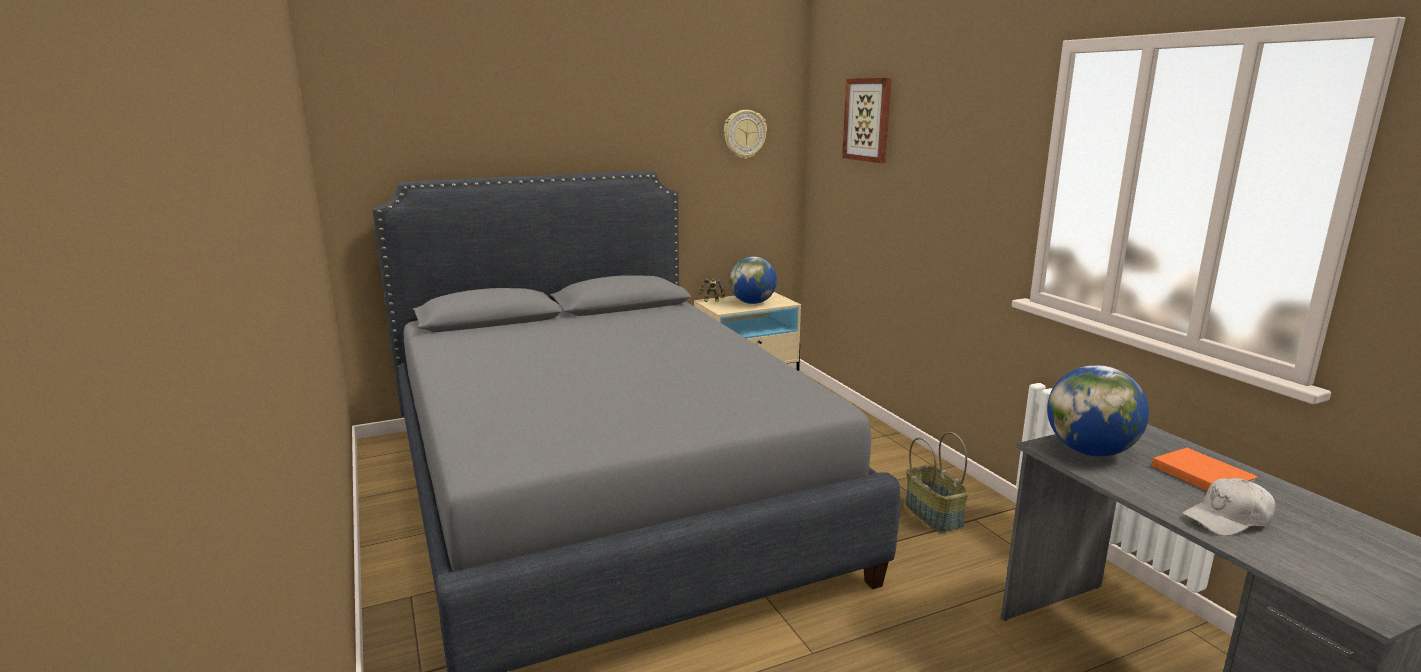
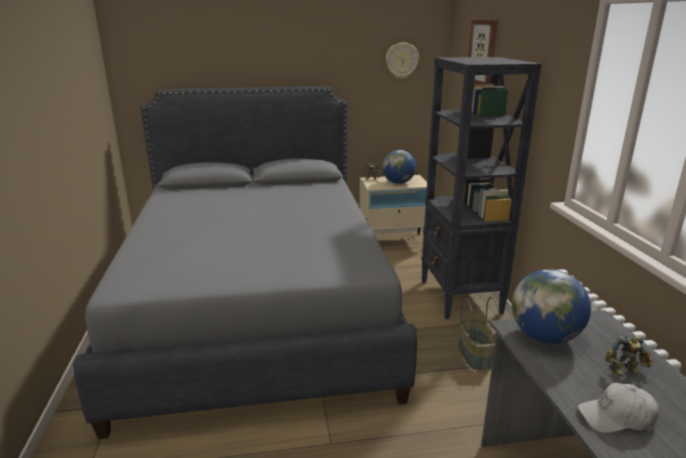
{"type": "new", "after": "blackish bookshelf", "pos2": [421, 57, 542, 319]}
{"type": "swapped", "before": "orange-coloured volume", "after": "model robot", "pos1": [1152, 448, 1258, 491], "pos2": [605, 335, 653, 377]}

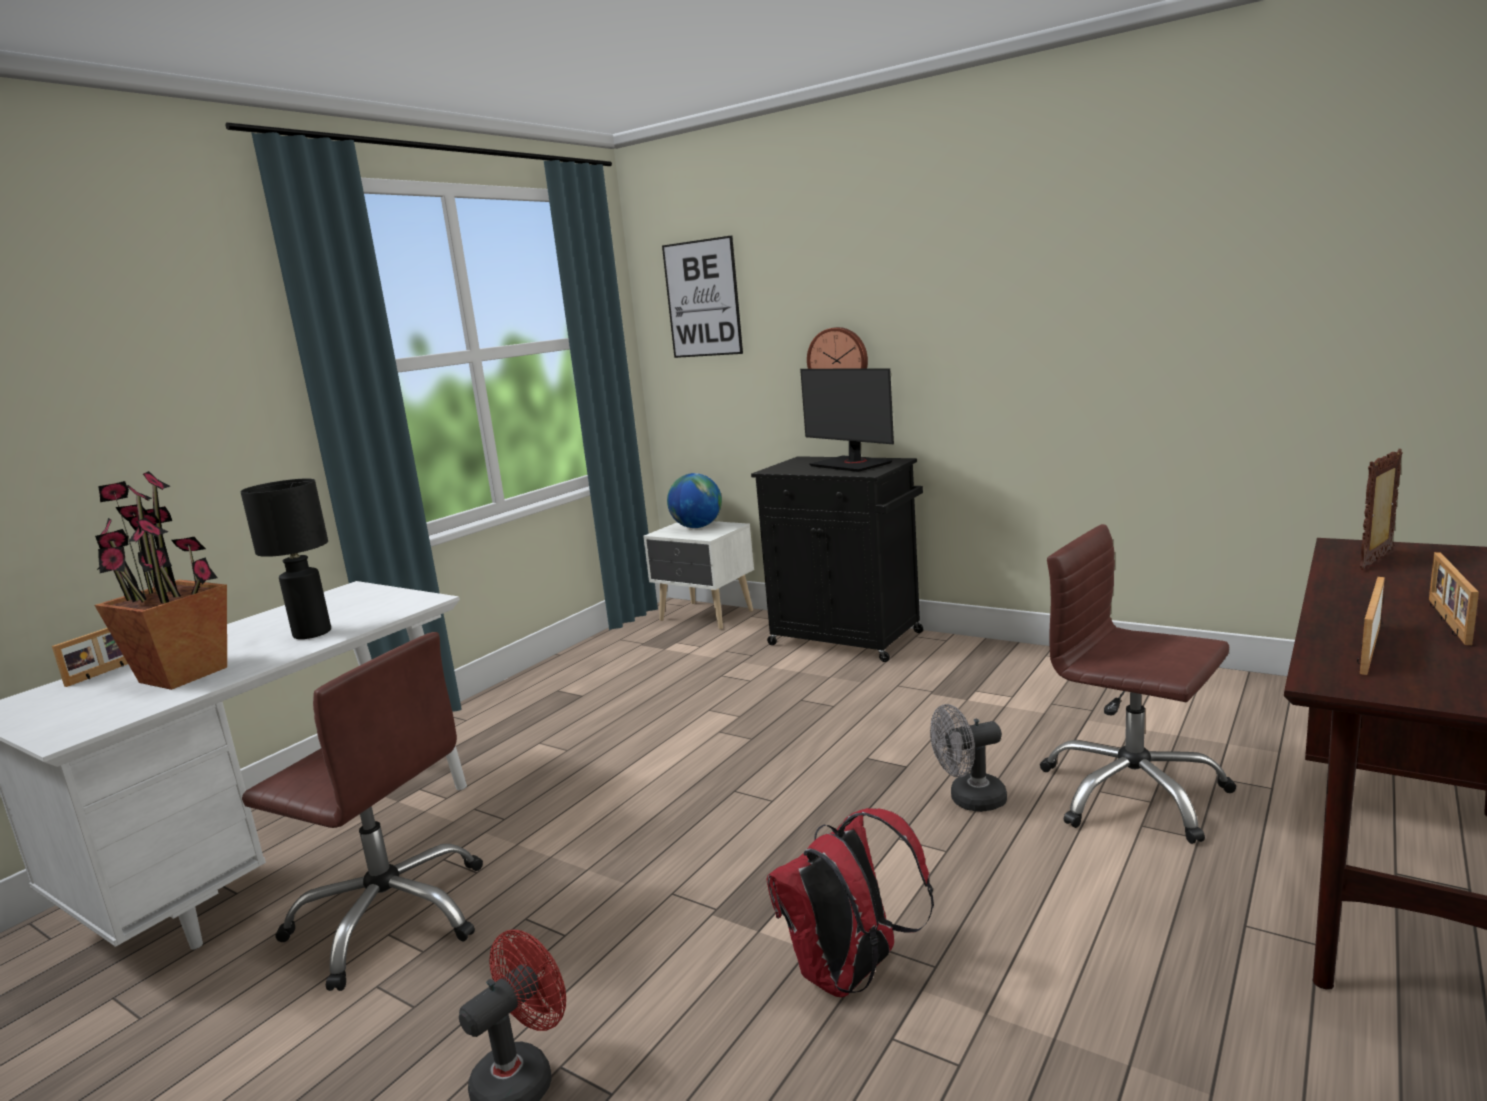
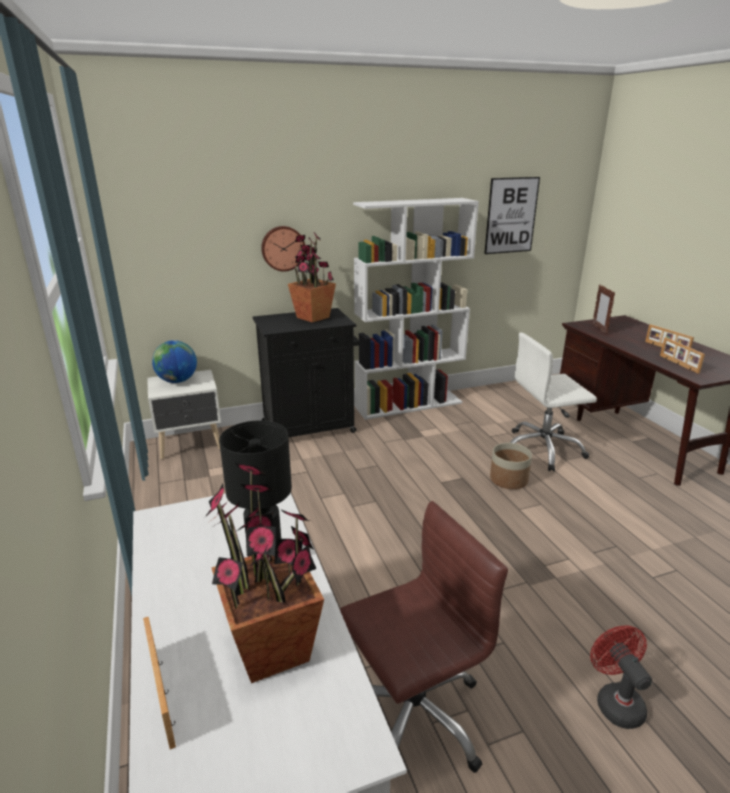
{"type": "swapped", "before": "computer screen", "after": "potted plant", "pos1": [800, 368, 894, 472], "pos2": [288, 232, 336, 323]}
{"type": "new", "after": "white-coloured bookshelf", "pos2": [353, 198, 479, 420]}
{"type": "shifted", "before": "wall picture", "pos1": [662, 235, 743, 358], "pos2": [484, 177, 540, 254]}
{"type": "swapped", "before": "greyish fan", "after": "flower pot", "pos1": [930, 704, 1007, 812], "pos2": [490, 443, 532, 489]}
{"type": "repainted", "before": "brownish desk chair", "after": "white-coloured desk chair", "pos1": [1040, 524, 1236, 844], "pos2": [510, 333, 597, 472]}
{"type": "gone", "before": "reddish rucksack", "pos1": [767, 808, 934, 997]}

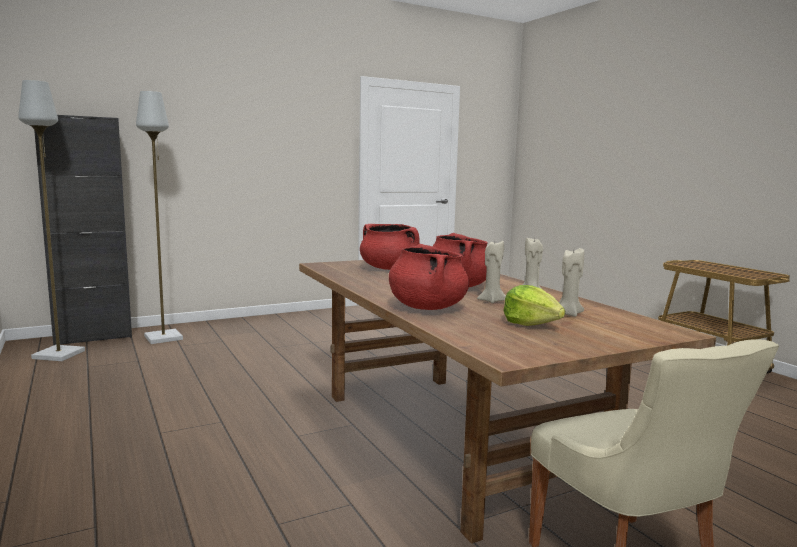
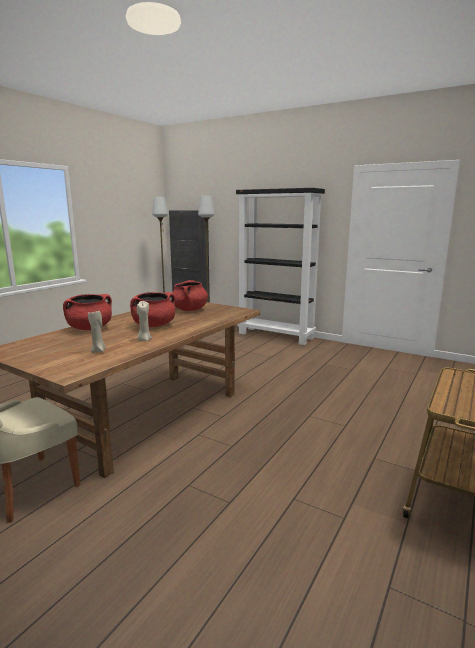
{"type": "new", "after": "blackish bookshelf", "pos2": [236, 188, 325, 345]}
{"type": "gone", "before": "beige-coloured candle", "pos1": [477, 241, 506, 303]}
{"type": "gone", "before": "lettuce", "pos1": [503, 285, 565, 326]}

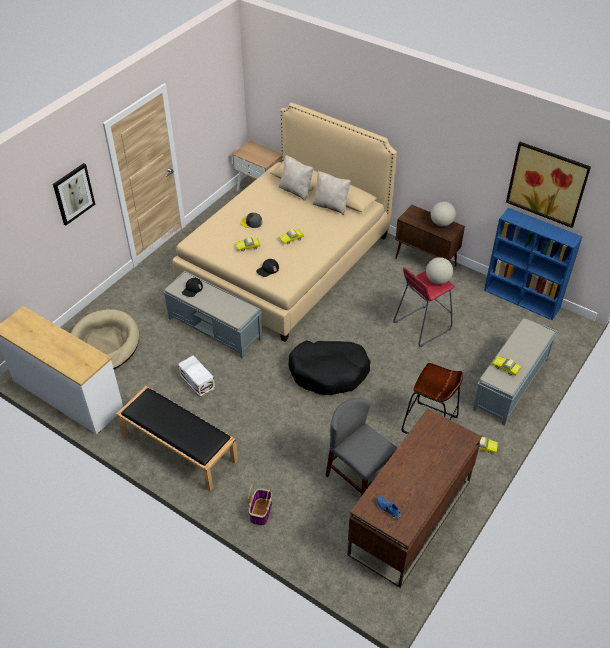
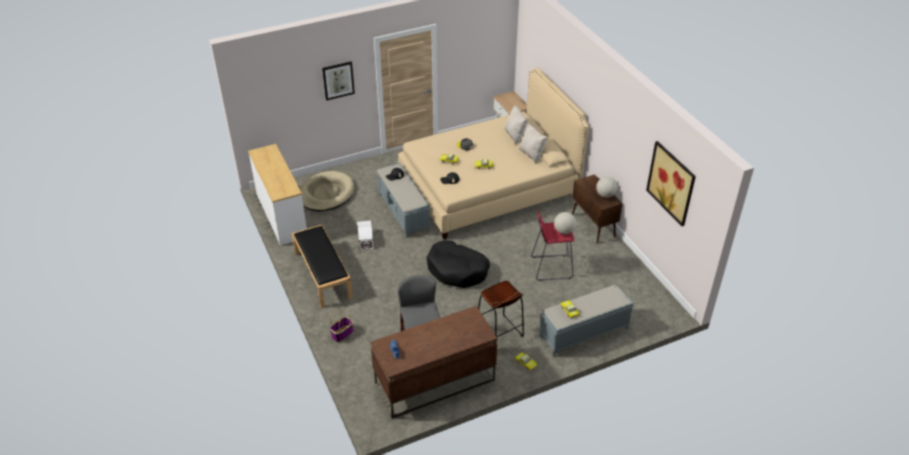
{"type": "gone", "before": "bluish bookshelf", "pos1": [484, 208, 583, 320]}

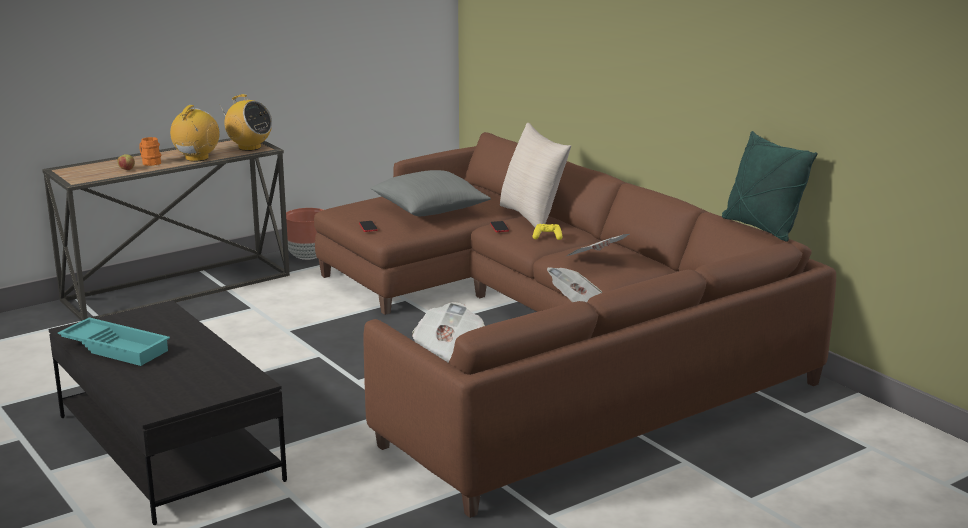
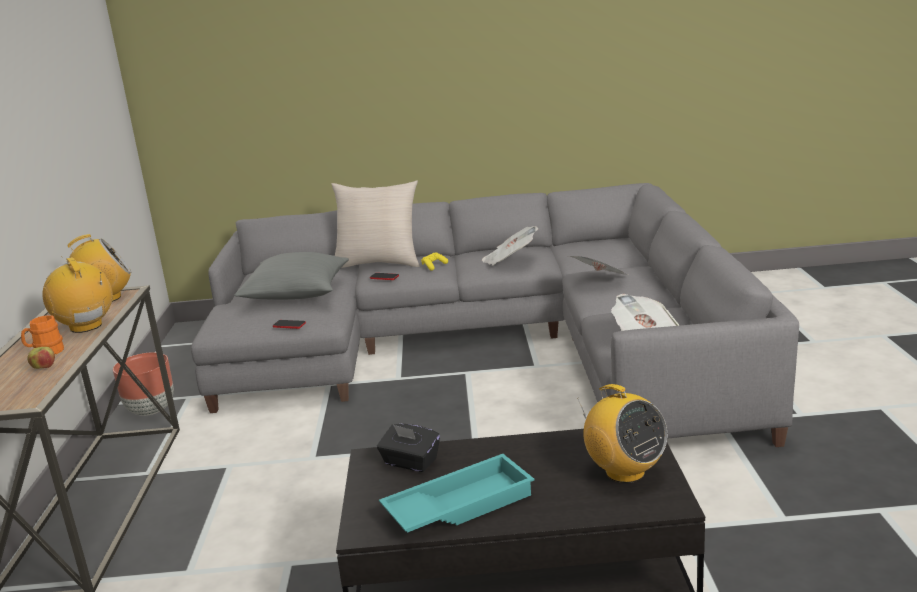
{"type": "repainted", "before": "brownish couch", "after": "greyish couch", "pos1": [314, 132, 836, 518], "pos2": [191, 183, 799, 447]}
{"type": "new", "after": "blackish tissue holder", "pos2": [377, 424, 440, 472]}
{"type": "new", "after": "radio", "pos2": [577, 384, 667, 483]}
{"type": "gone", "before": "green cushion", "pos1": [722, 131, 817, 242]}

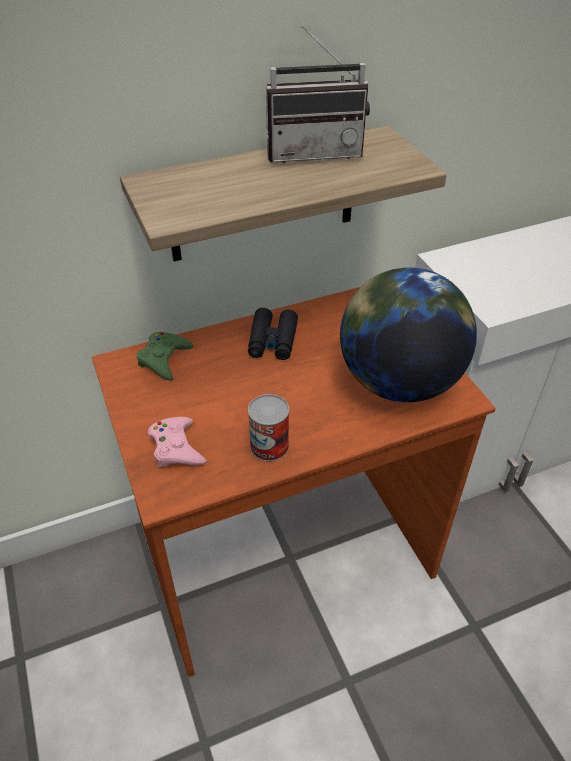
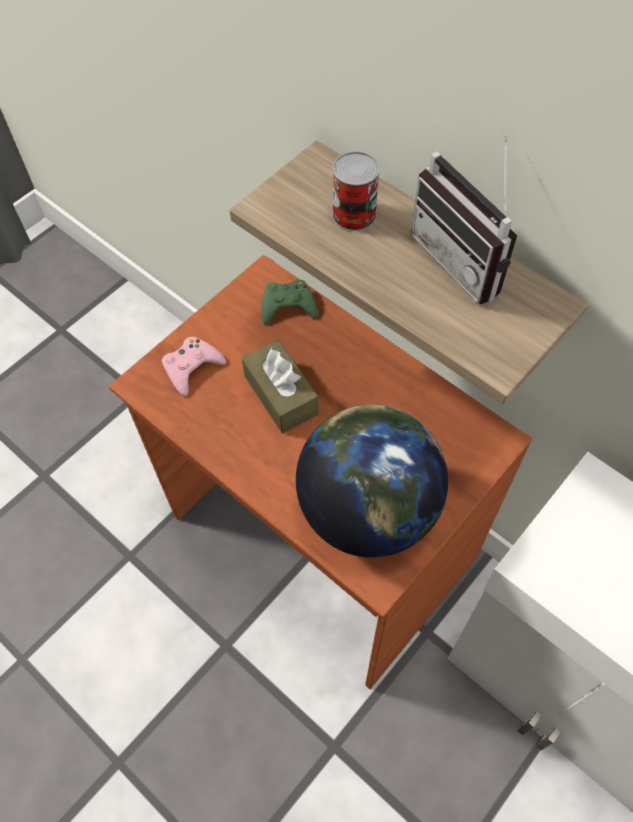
{"type": "new", "after": "brownish tissue holder", "pos2": [242, 340, 319, 433]}
{"type": "shifted", "before": "can", "pos1": [248, 394, 289, 461], "pos2": [332, 151, 380, 231]}
{"type": "gone", "before": "blackish binoculars", "pos1": [248, 308, 298, 360]}

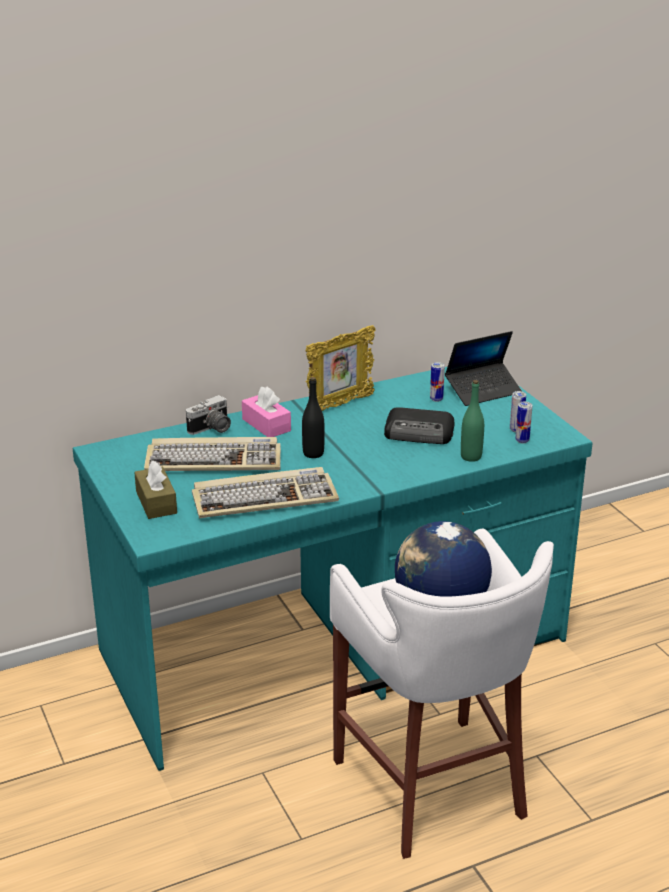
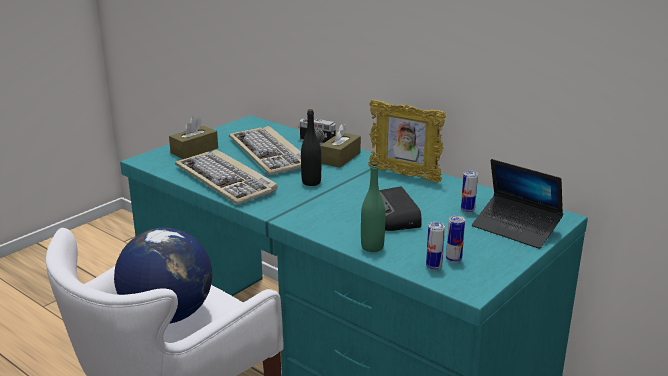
{"type": "repainted", "before": "pink tissue holder", "after": "brownish tissue holder", "pos1": [242, 386, 291, 437], "pos2": [320, 123, 361, 168]}

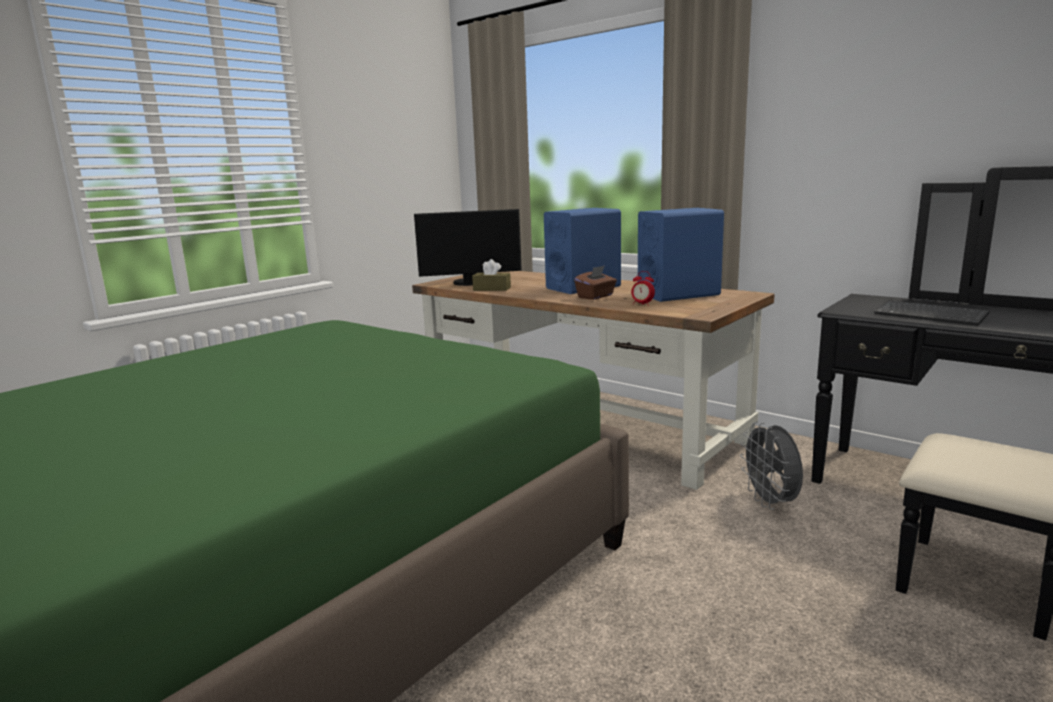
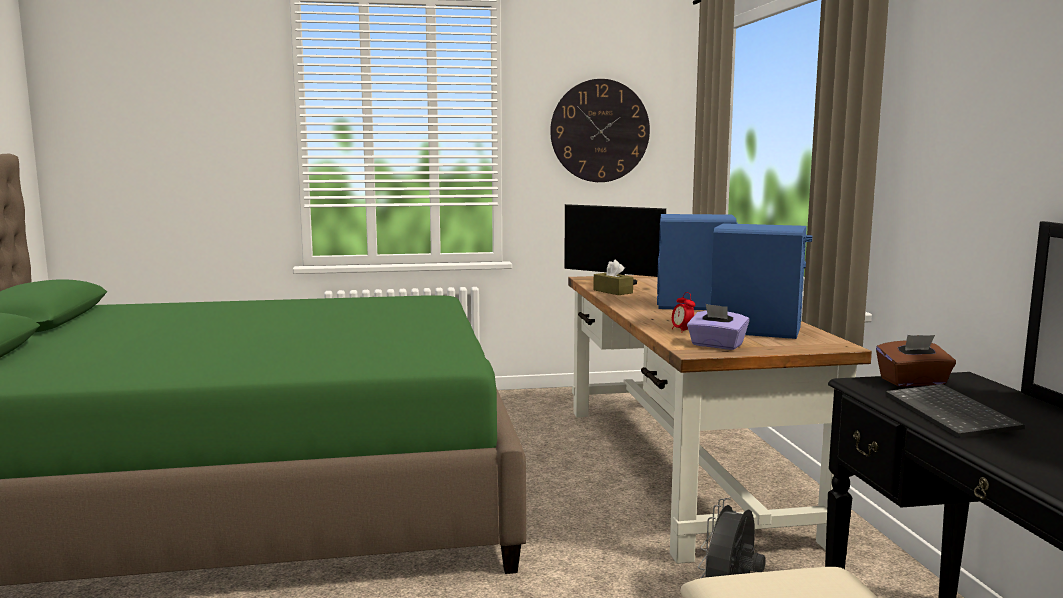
{"type": "new", "after": "hanging clock", "pos2": [550, 79, 650, 182]}
{"type": "new", "after": "purple-coloured tissue holder", "pos2": [687, 304, 749, 350]}
{"type": "shifted", "before": "brownish tissue holder", "pos1": [574, 265, 617, 300], "pos2": [876, 335, 956, 387]}

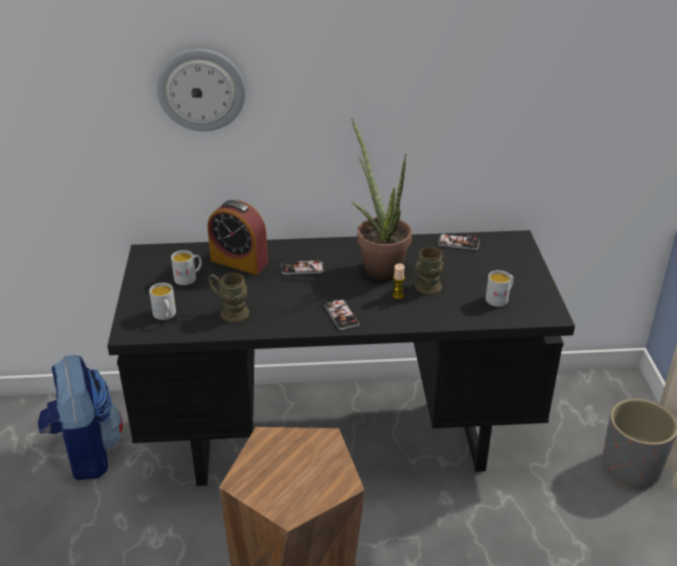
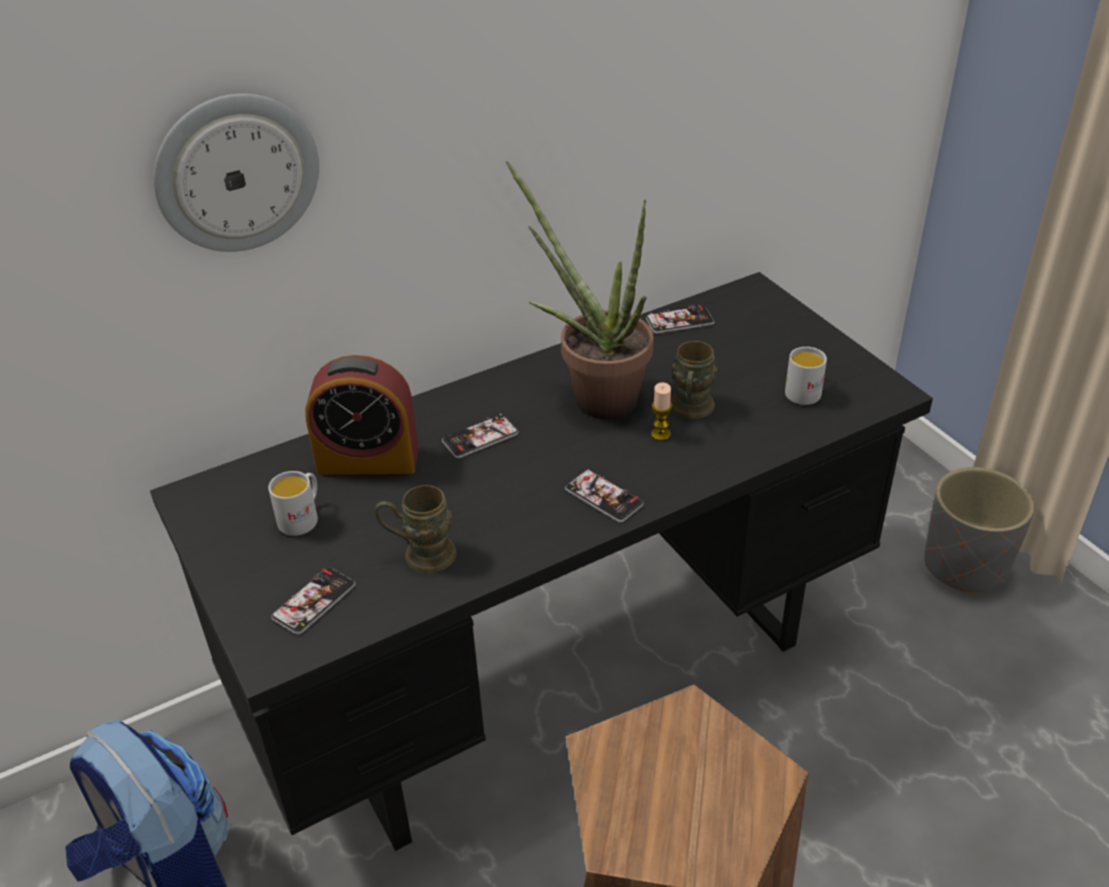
{"type": "swapped", "before": "white-coloured mug", "after": "phone", "pos1": [149, 283, 176, 320], "pos2": [271, 568, 356, 635]}

